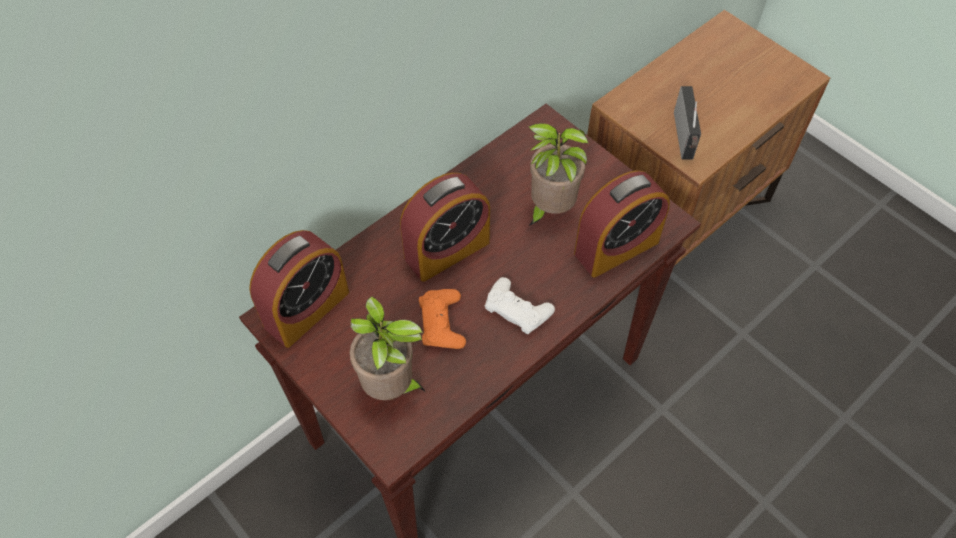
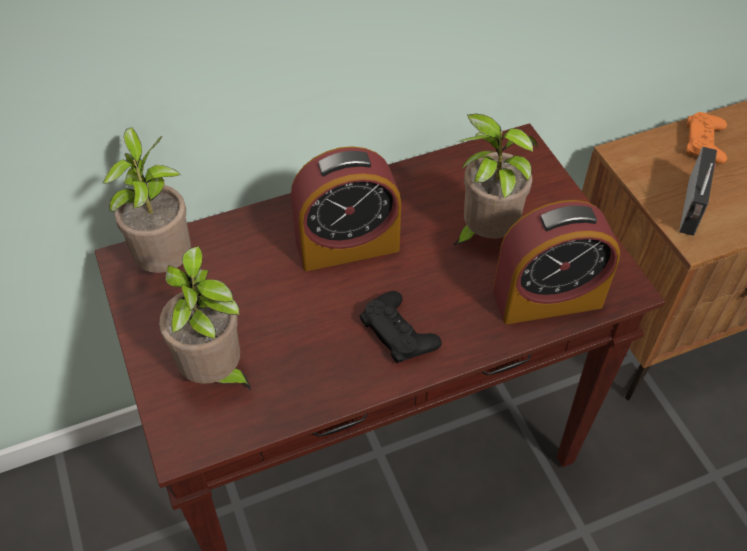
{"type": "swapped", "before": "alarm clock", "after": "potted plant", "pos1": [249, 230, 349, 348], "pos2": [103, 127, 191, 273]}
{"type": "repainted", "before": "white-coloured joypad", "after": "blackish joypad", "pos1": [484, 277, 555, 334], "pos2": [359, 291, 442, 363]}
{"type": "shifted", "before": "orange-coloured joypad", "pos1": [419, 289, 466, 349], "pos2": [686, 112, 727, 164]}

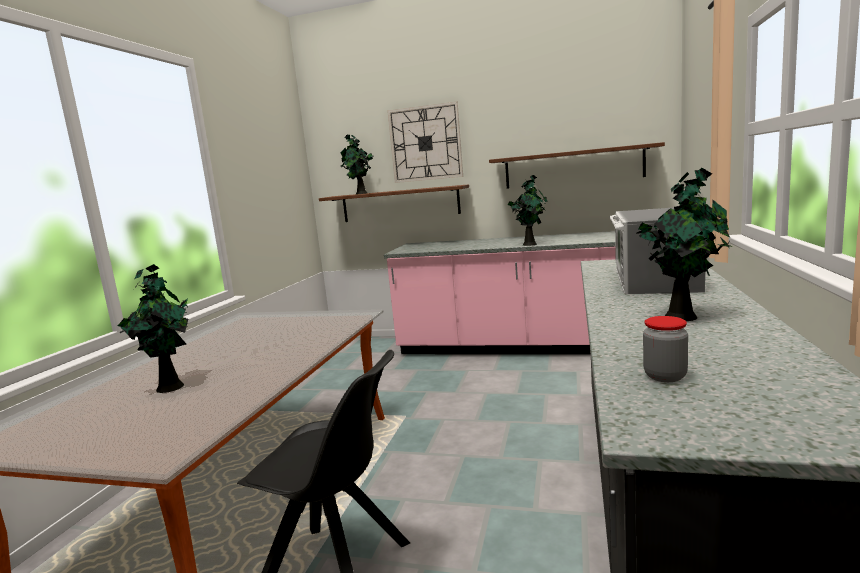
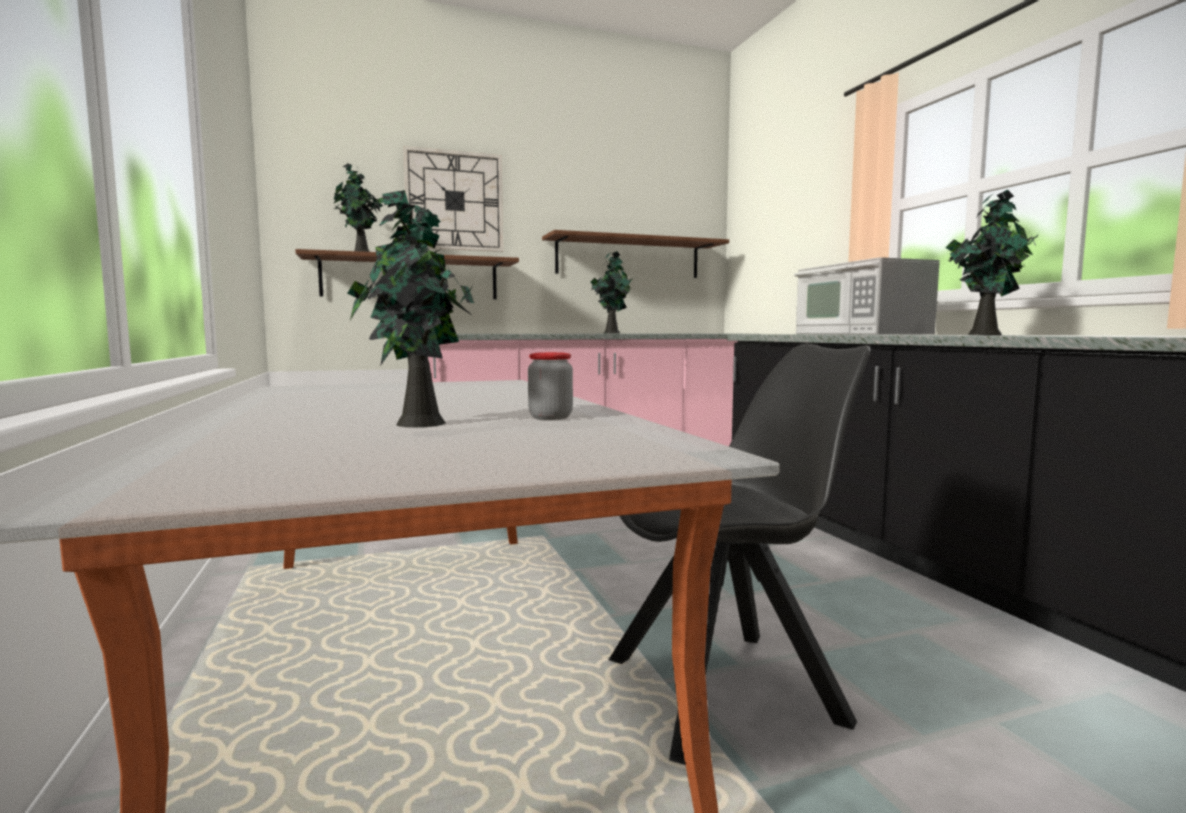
{"type": "shifted", "before": "preserve jar", "pos1": [643, 316, 688, 382], "pos2": [528, 352, 573, 420]}

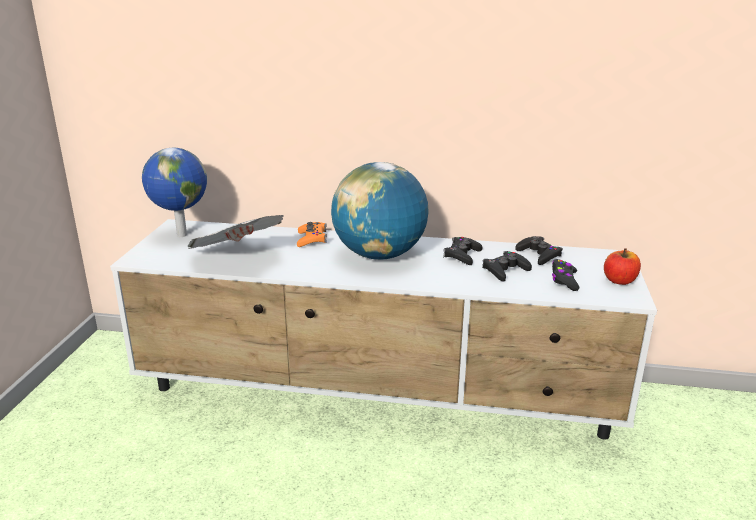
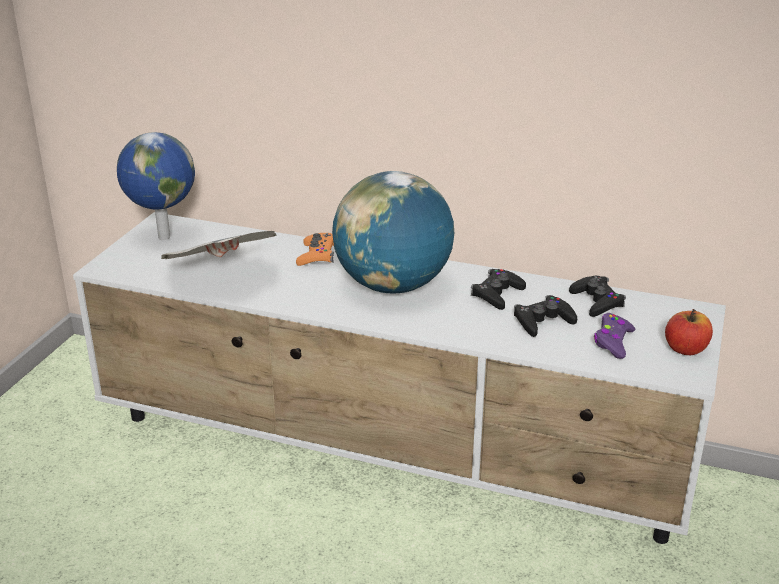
{"type": "repainted", "before": "blackish joypad", "after": "purple-coloured joypad", "pos1": [552, 259, 579, 291], "pos2": [594, 313, 635, 359]}

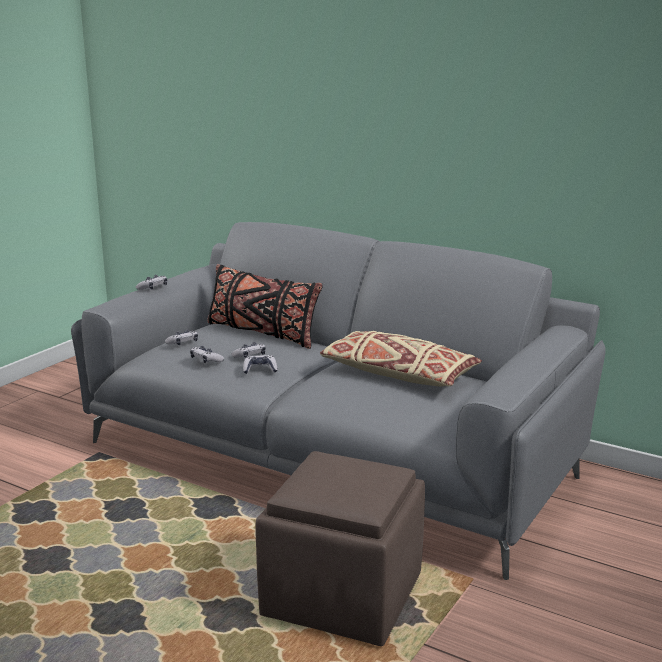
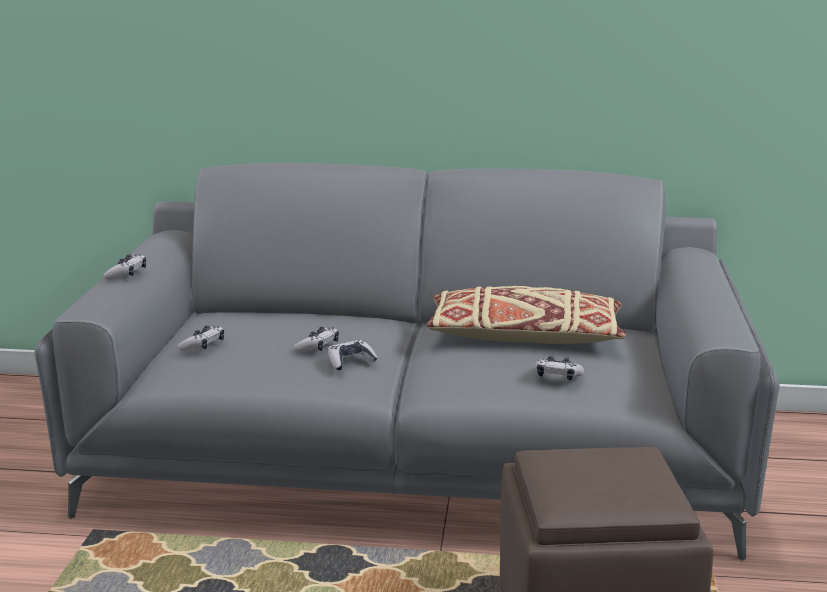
{"type": "shifted", "before": "joypad", "pos1": [190, 346, 224, 363], "pos2": [535, 356, 584, 380]}
{"type": "gone", "before": "blackish cushion", "pos1": [207, 264, 323, 349]}

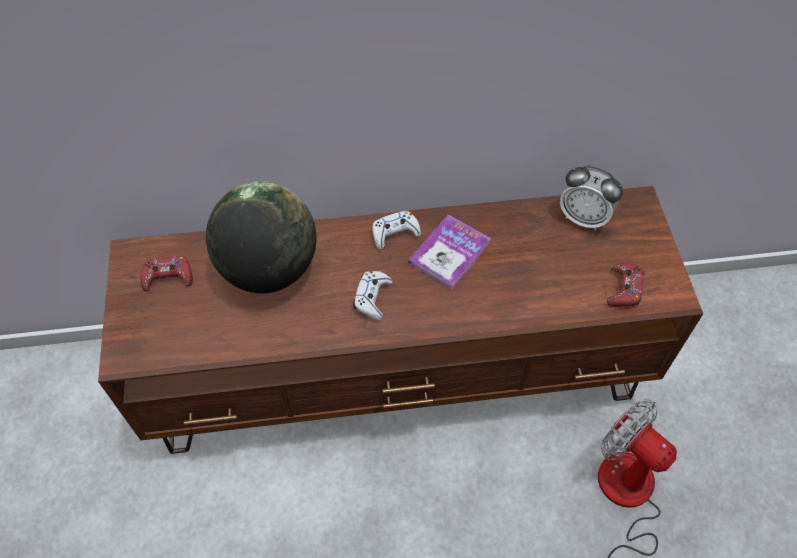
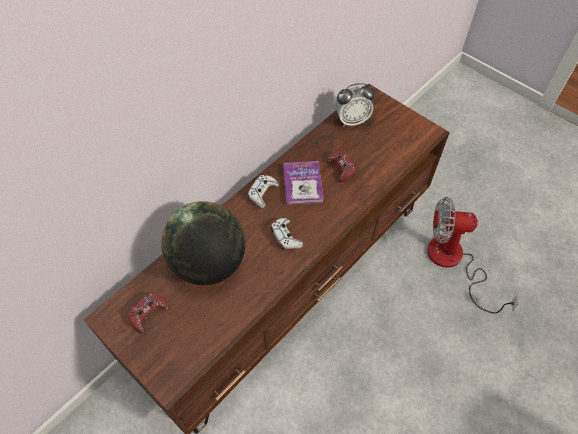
{"type": "shifted", "before": "reddish joypad", "pos1": [607, 262, 644, 307], "pos2": [326, 151, 356, 182]}

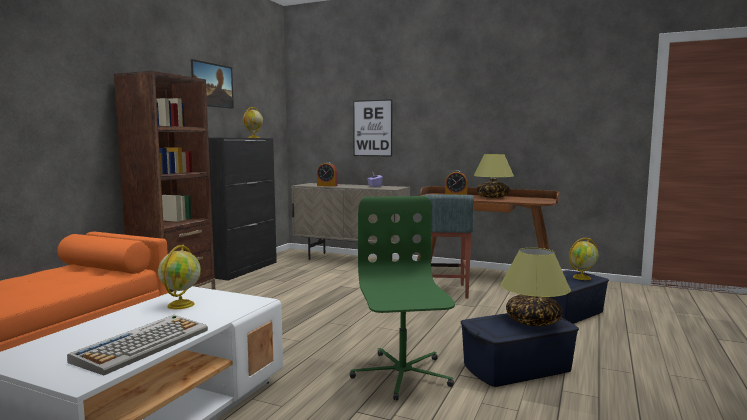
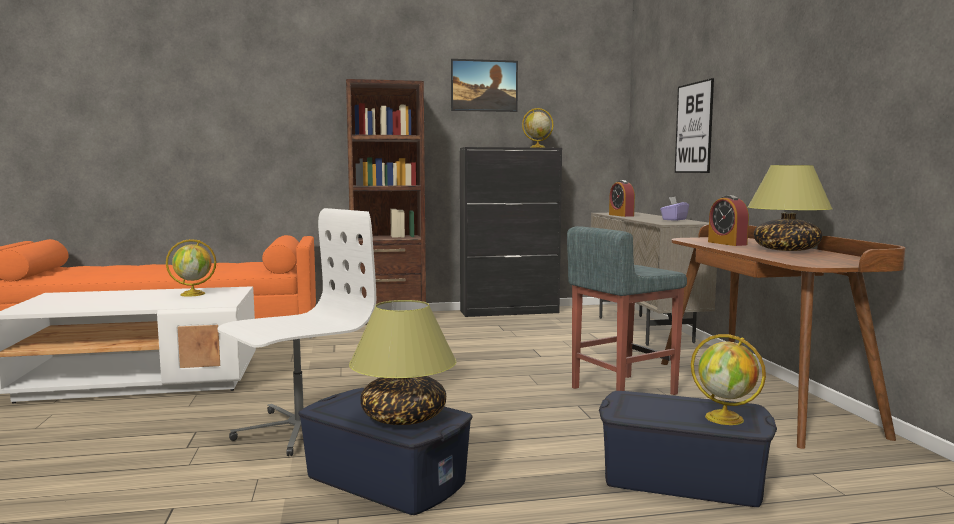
{"type": "repainted", "before": "green desk chair", "after": "white-coloured desk chair", "pos1": [350, 196, 455, 400], "pos2": [217, 208, 376, 456]}
{"type": "gone", "before": "computer keyboard", "pos1": [67, 315, 208, 375]}

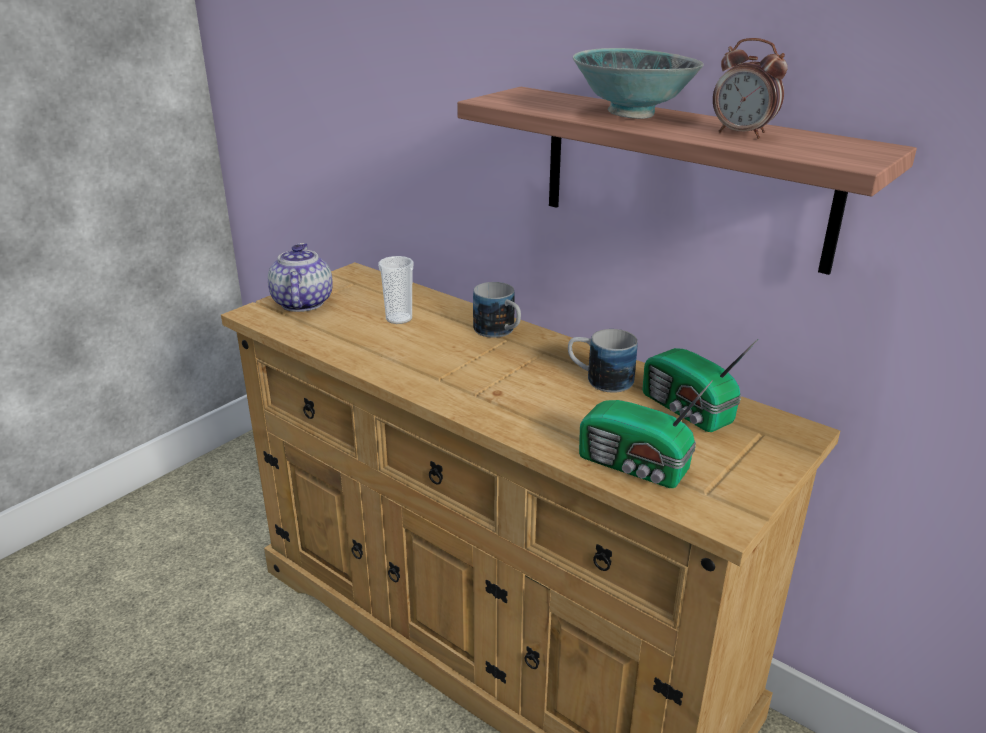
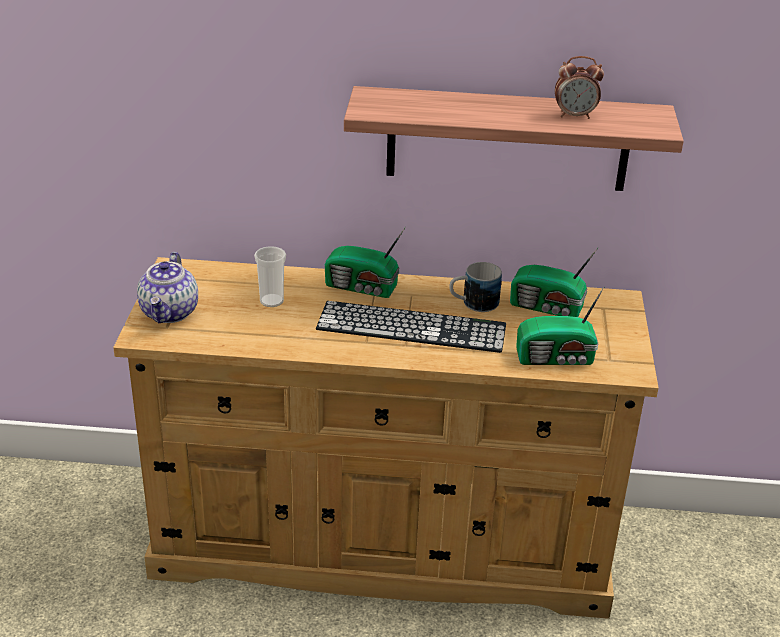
{"type": "rotated", "before": "teapot", "pos1": [268, 243, 333, 312], "pos2": [137, 252, 198, 323], "turn": -135}
{"type": "new", "after": "computer keyboard", "pos2": [316, 301, 506, 353]}
{"type": "swapped", "before": "mug", "after": "radio", "pos1": [473, 282, 521, 338], "pos2": [325, 227, 406, 298]}
{"type": "gone", "before": "bowl", "pos1": [573, 48, 704, 119]}

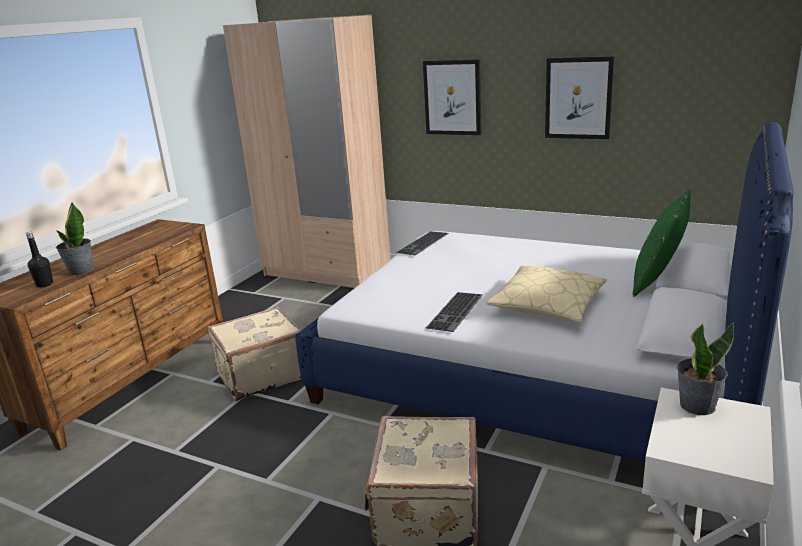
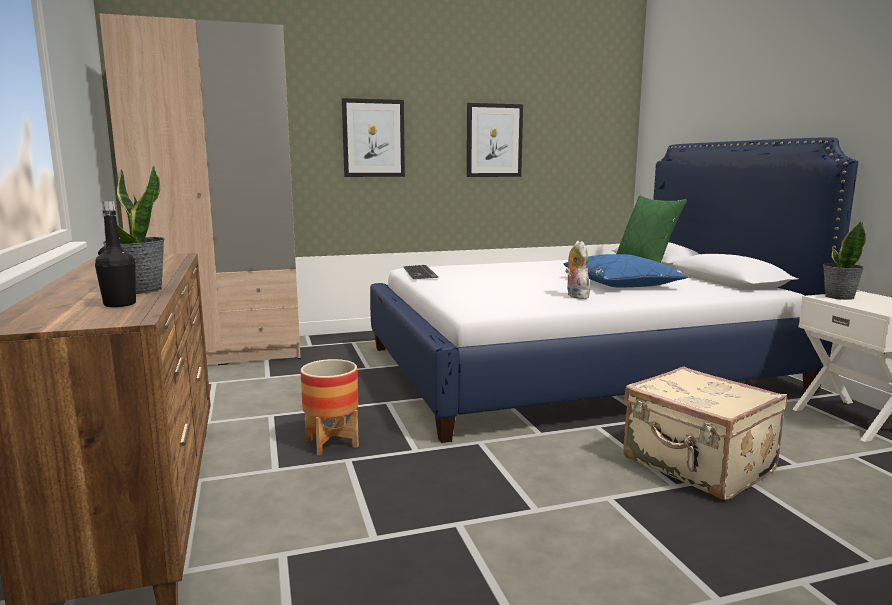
{"type": "swapped", "before": "beige-coloured suitcase", "after": "flower pot", "pos1": [207, 306, 301, 401], "pos2": [300, 359, 359, 456]}
{"type": "repainted", "before": "beige-coloured cushion", "after": "bluish cushion", "pos1": [486, 266, 607, 322], "pos2": [564, 254, 688, 288]}
{"type": "swapped", "before": "computer keyboard", "after": "cuddly toy", "pos1": [426, 292, 483, 332], "pos2": [565, 241, 590, 299]}

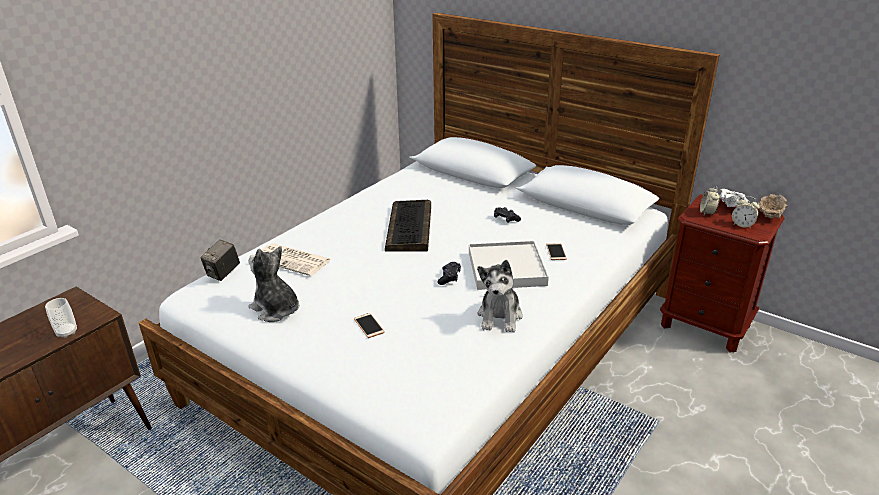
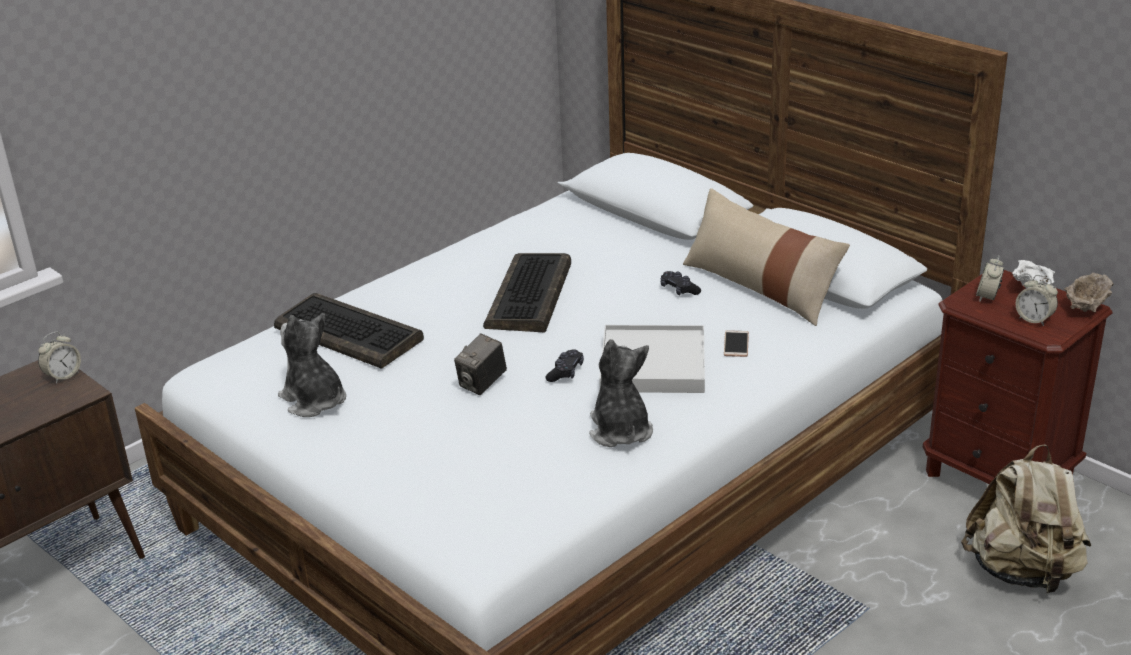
{"type": "new", "after": "alarm clock", "pos2": [38, 331, 81, 384]}
{"type": "swapped", "before": "daily paper", "after": "computer keyboard", "pos1": [262, 243, 332, 276], "pos2": [274, 293, 424, 369]}
{"type": "shifted", "before": "still camera", "pos1": [200, 240, 240, 281], "pos2": [454, 334, 507, 395]}
{"type": "rotated", "before": "cuddly toy", "pos1": [477, 260, 523, 333], "pos2": [589, 339, 653, 447], "turn": 150}
{"type": "new", "after": "beige-coloured cushion", "pos2": [683, 188, 850, 326]}
{"type": "new", "after": "beige-coloured rucksack", "pos2": [961, 444, 1091, 593]}
{"type": "gone", "before": "small cup", "pos1": [45, 298, 77, 338]}
{"type": "gone", "before": "phone", "pos1": [354, 313, 385, 338]}

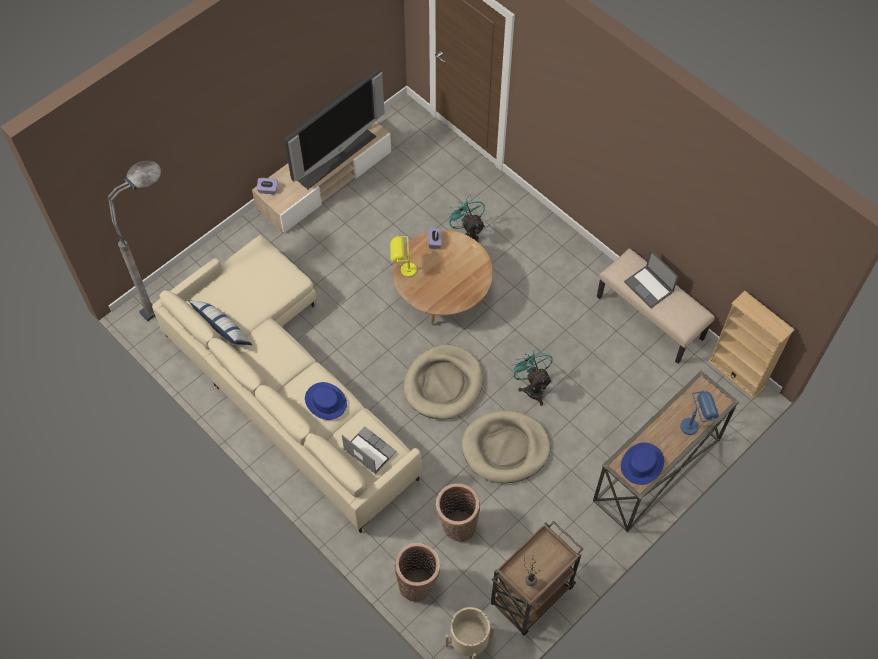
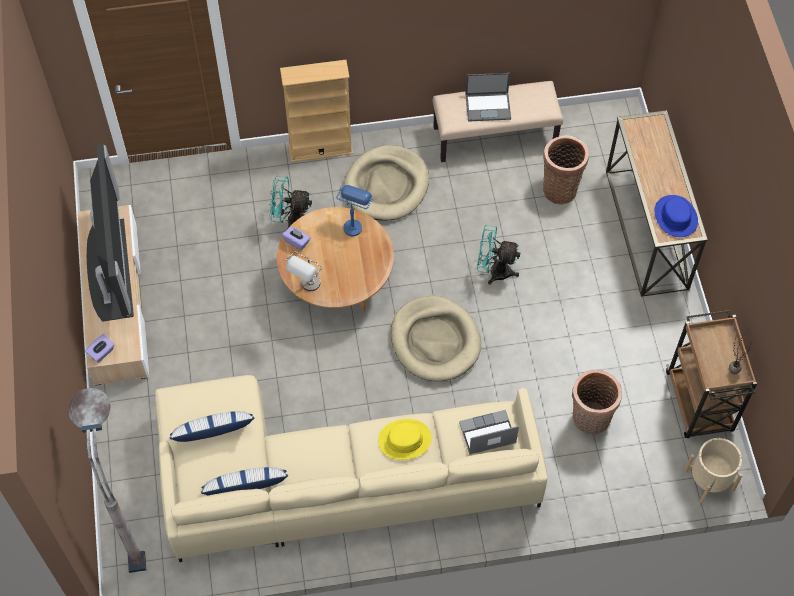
{"type": "new", "after": "cushion", "pos2": [169, 411, 254, 442]}
{"type": "shifted", "before": "beige-coloured bookshelf", "pos1": [708, 291, 795, 399], "pos2": [280, 60, 353, 162]}
{"type": "repainted", "before": "yellow-coloured lamp for a table", "after": "greyish lamp for a table", "pos1": [390, 236, 417, 277], "pos2": [286, 251, 323, 291]}
{"type": "shifted", "before": "bluish lamp for a table", "pos1": [680, 390, 719, 435], "pos2": [336, 185, 373, 236]}
{"type": "shifted", "before": "beige-coloured dog bed", "pos1": [462, 410, 550, 483], "pos2": [344, 145, 429, 220]}
{"type": "repainted", "before": "bluish wearable hat", "after": "yellow-coloured wearable hat", "pos1": [305, 382, 347, 420], "pos2": [378, 419, 432, 460]}
{"type": "shifted", "before": "storage basket", "pos1": [395, 543, 440, 602], "pos2": [543, 135, 589, 205]}

